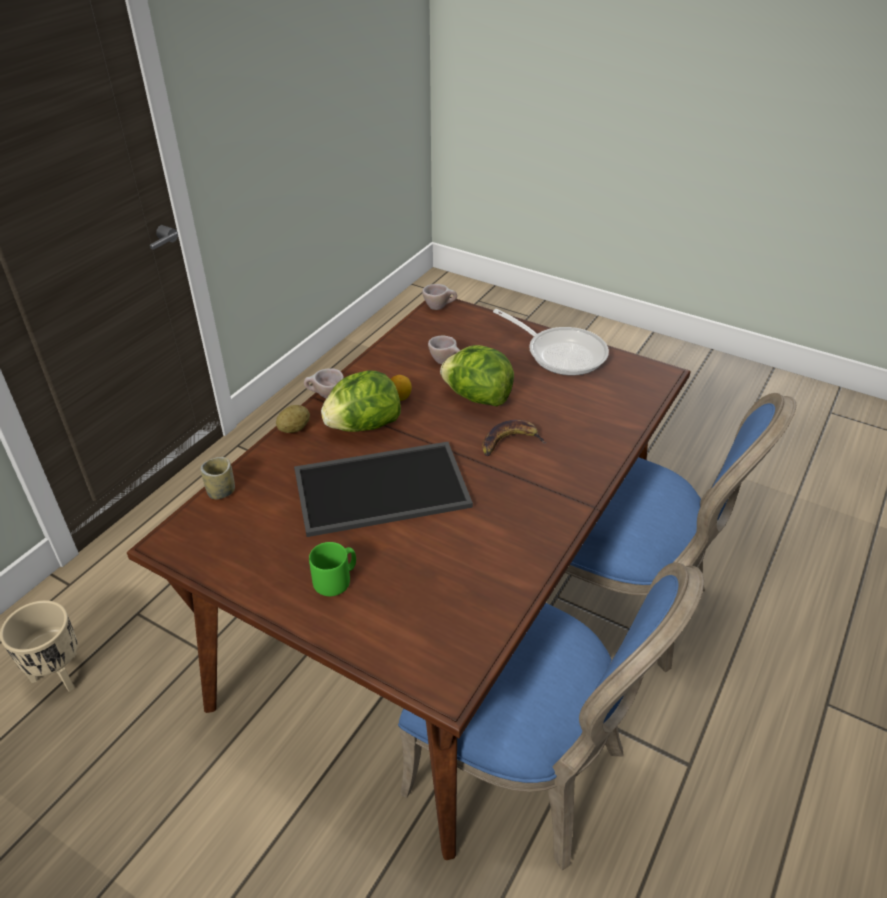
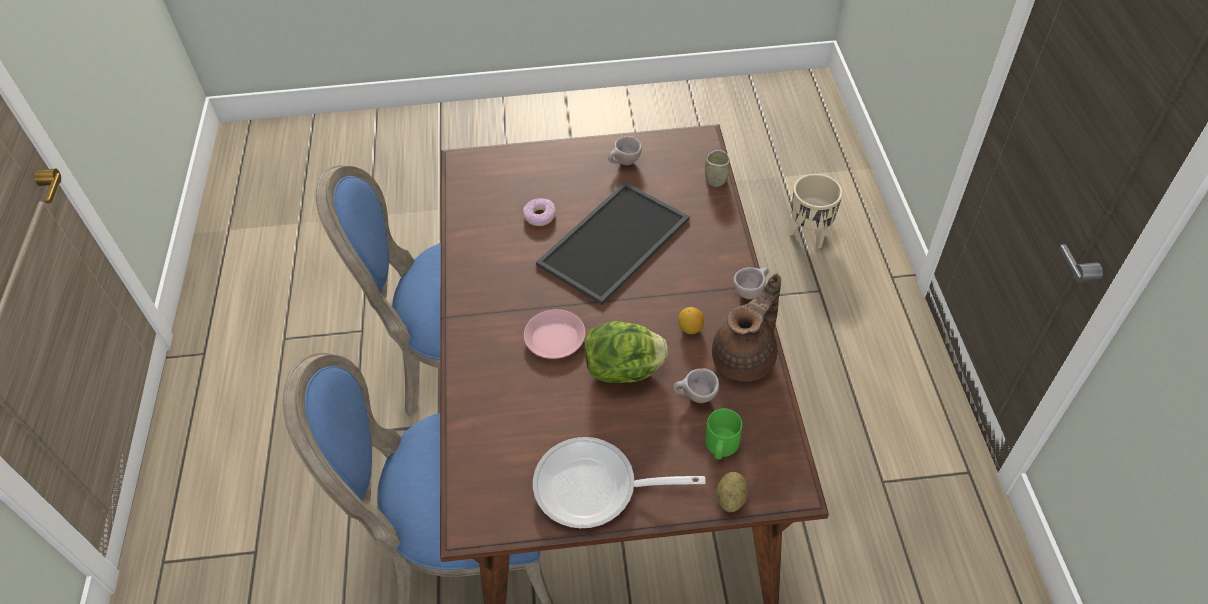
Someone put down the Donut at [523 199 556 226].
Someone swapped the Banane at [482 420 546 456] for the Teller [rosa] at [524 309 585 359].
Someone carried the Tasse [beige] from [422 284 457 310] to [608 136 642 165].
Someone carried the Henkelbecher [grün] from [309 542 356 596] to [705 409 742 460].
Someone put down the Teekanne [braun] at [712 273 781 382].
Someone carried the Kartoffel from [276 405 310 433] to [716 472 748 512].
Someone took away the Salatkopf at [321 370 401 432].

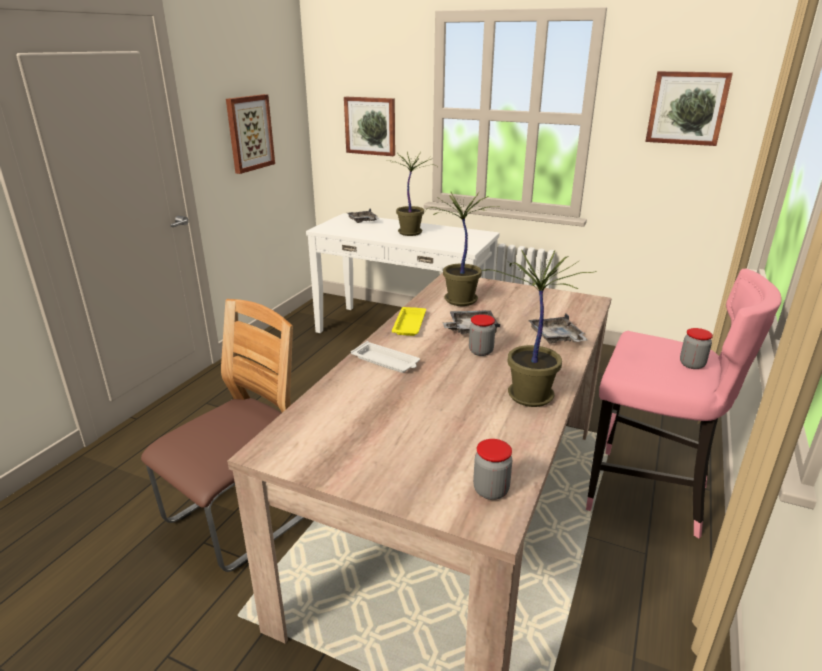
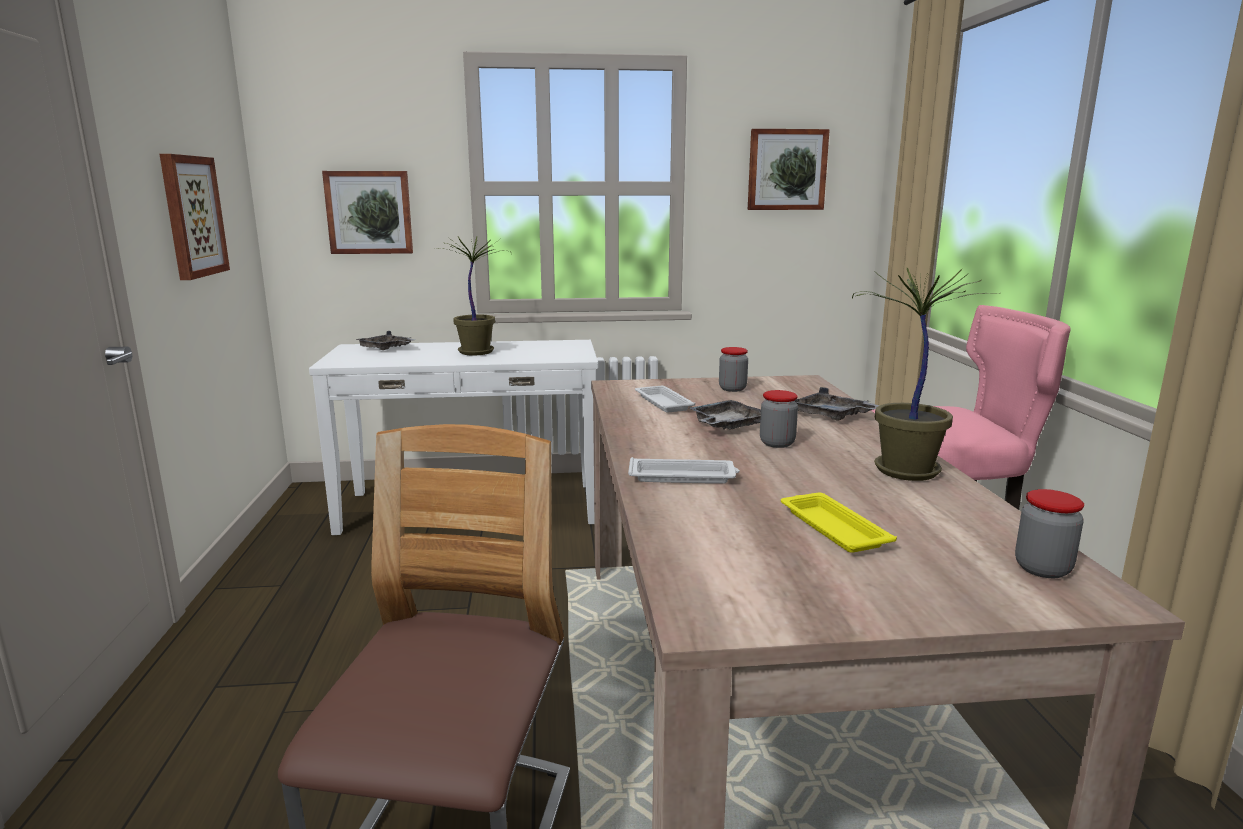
Someone swapped the Topfpflanze at [427 192 500 306] for the Tablett [weiß] at [635 386 695 413].
Someone carried the Vorratsglas from [680 328 713 369] to [719 347 748 392].
Someone carried the Tablett [gelb] from [392 307 426 336] to [781 493 897 553].

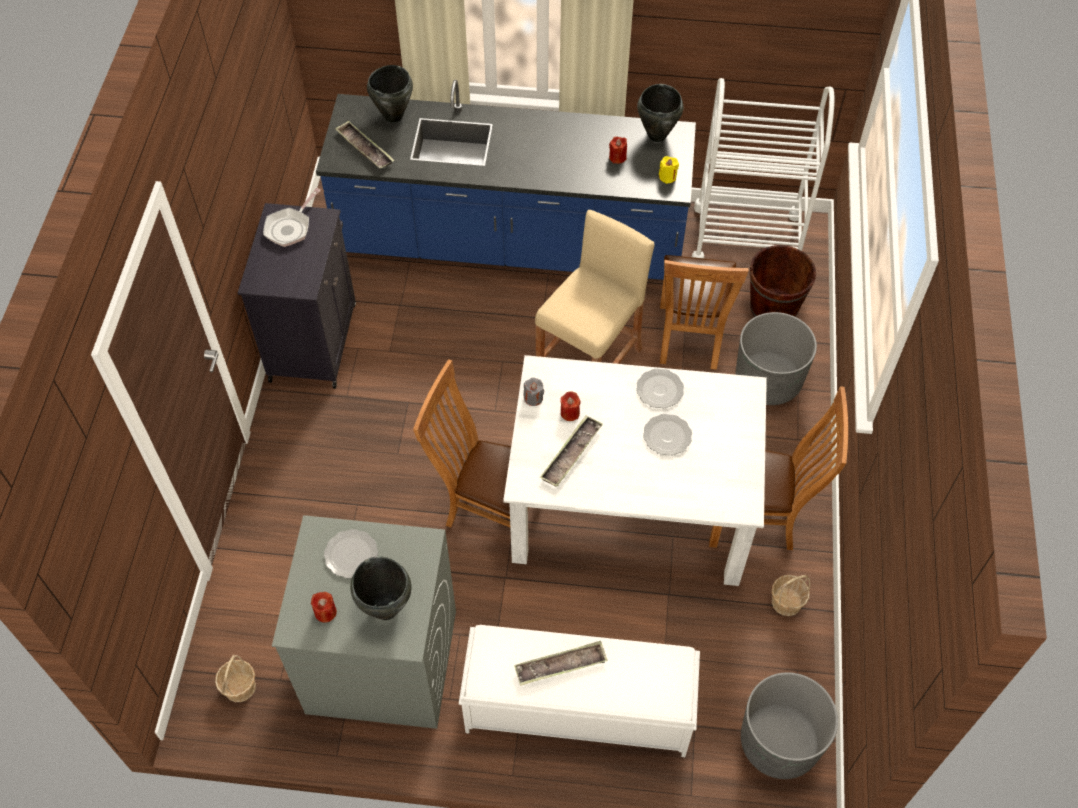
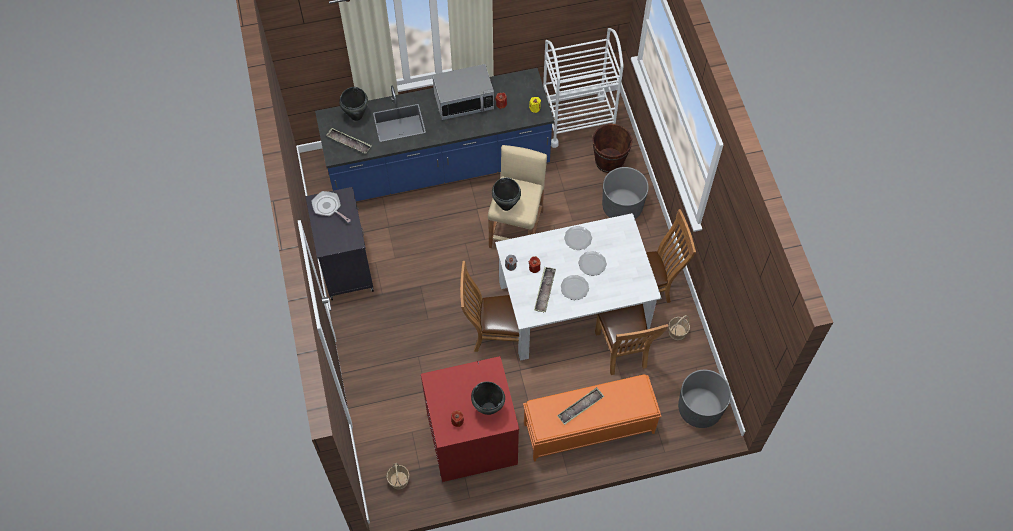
Someone rotated the Pfanne at [263 188 321 247] by 120 degrees clockwise.
Someone repainted the Waschmaschine [grau] at [272 515 456 729], which became the Waschmaschine [rot] at [421 356 519 482].
Someone put down the Mikrowelle at [432 64 494 120].
Someone carried the Kochtopf [schwarz] from [637 84 683 142] to [492 178 521 211].
Someone repainted the Bank [weiß] at [459 625 700 757], which became the Bank [orange] at [523 375 662 461].
Someone carried the Teller from [324 529 378 578] to [561 275 589 300].
Someone carried the Stuhl [braun] from [660 255 749 370] to [595 304 668 375].

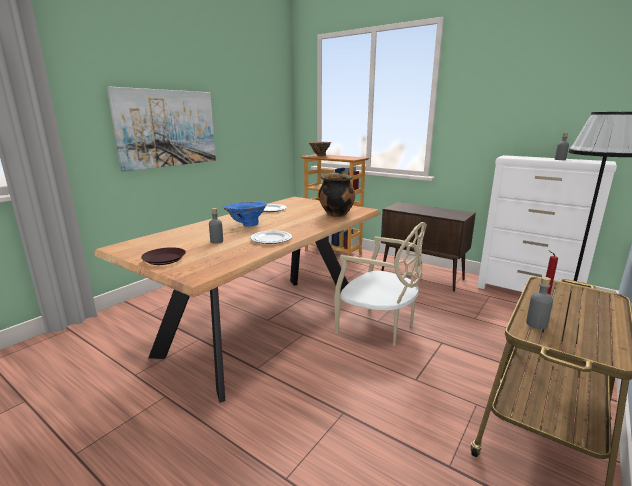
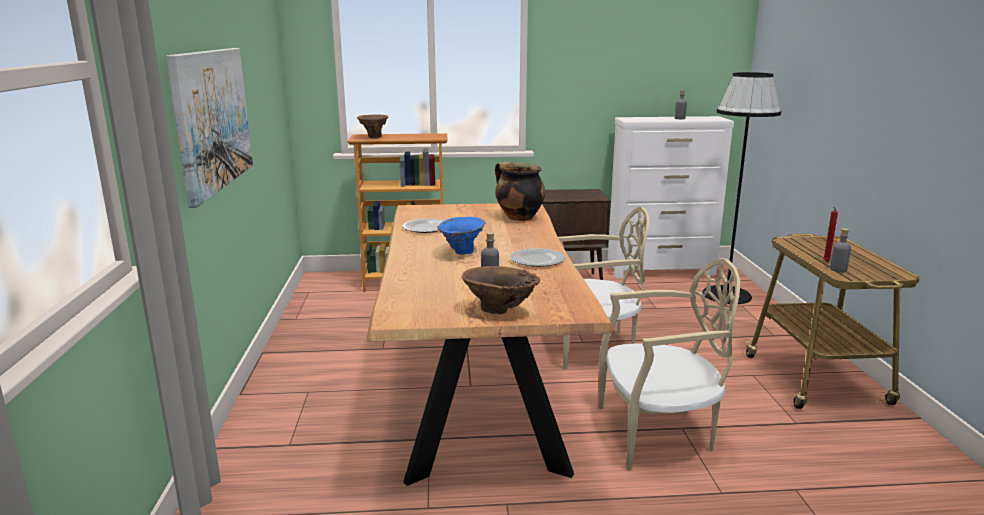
Someone swapped the Teller [braun] at [141 247 186 265] for the Vase [braun] at [462 266 540 314].
Someone put down the Stuhl [beige] at [598 258 741 470].

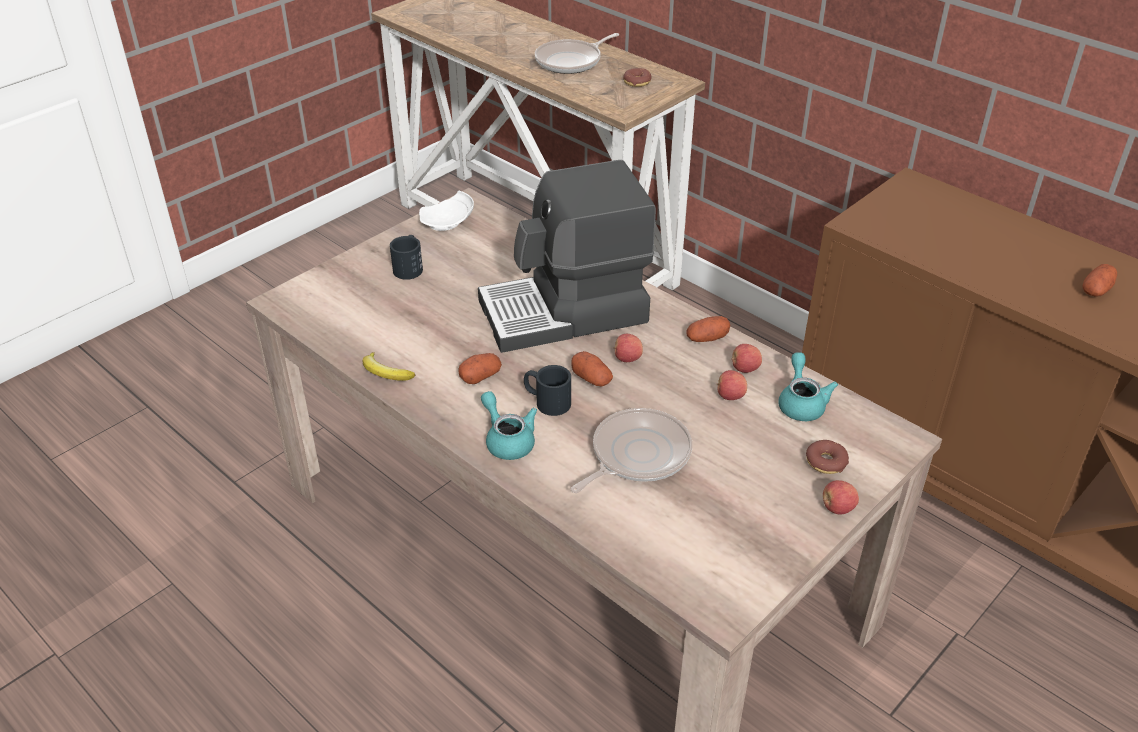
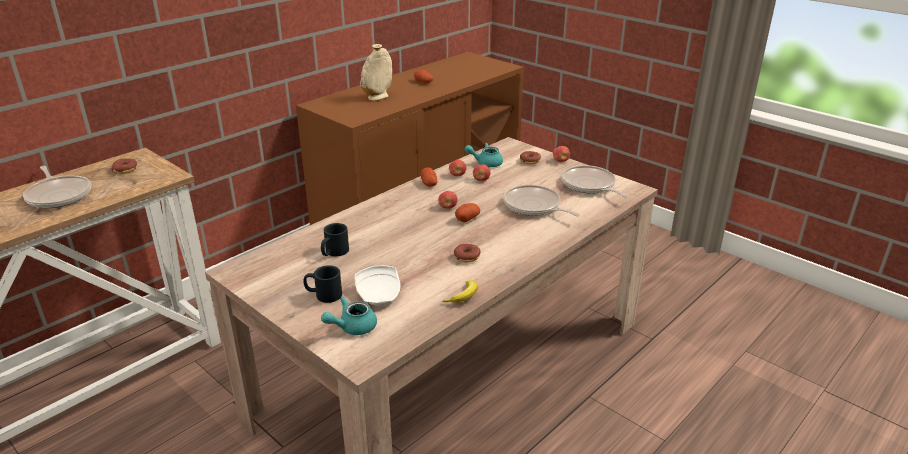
Someone carried the Henkelbecher [schwarz] from [524 365 571 416] to [321 223 349 256].
Someone carried the Teekanne [türkis] from [481 391 537 460] to [321 297 377 335].
Someone carried the Teller [weiß] from [419 191 474 231] to [354 265 400 306].
Someone put down the Vase [beige] at [360 44 392 101].
Someone swapped the Kartoffel at [459 353 502 384] for the Donut at [454 244 480 262].
Someone put down the Pfanne at [562 165 628 197].
Someone took away the Kaffeemaschine at [478 160 656 353].

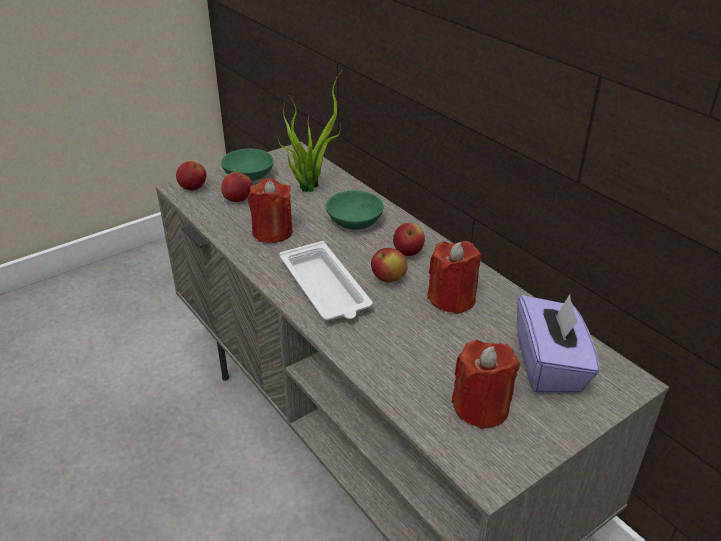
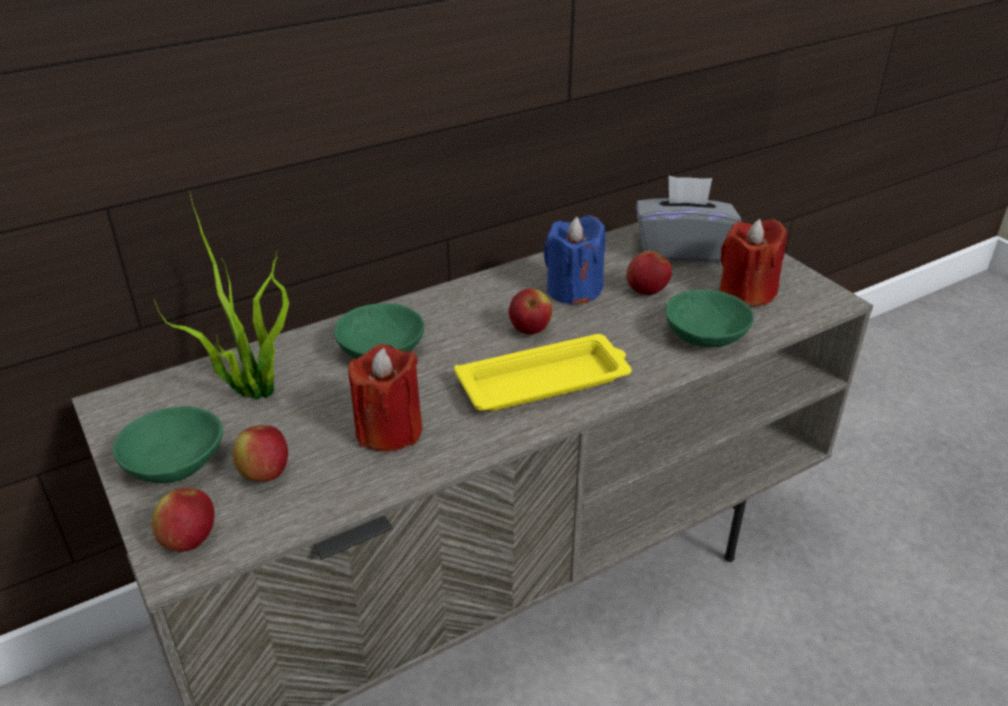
Someone repainted the Tablett [weiß] at [279 241 373 320], which became the Tablett [gelb] at [454 334 631 411].
Someone repainted the Kerze [rot] at [427 241 481 314], which became the Kerze [blau] at [543 215 606 306].
Someone carried the Apfel from [393 223 425 256] to [626 251 672 295].
Someone repainted the Taschentuchbox [lila] at [517 294 600 393], which became the Taschentuchbox [grau] at [636 176 741 263].
Someone put down the Schüssel [grün] at [666 290 754 347].

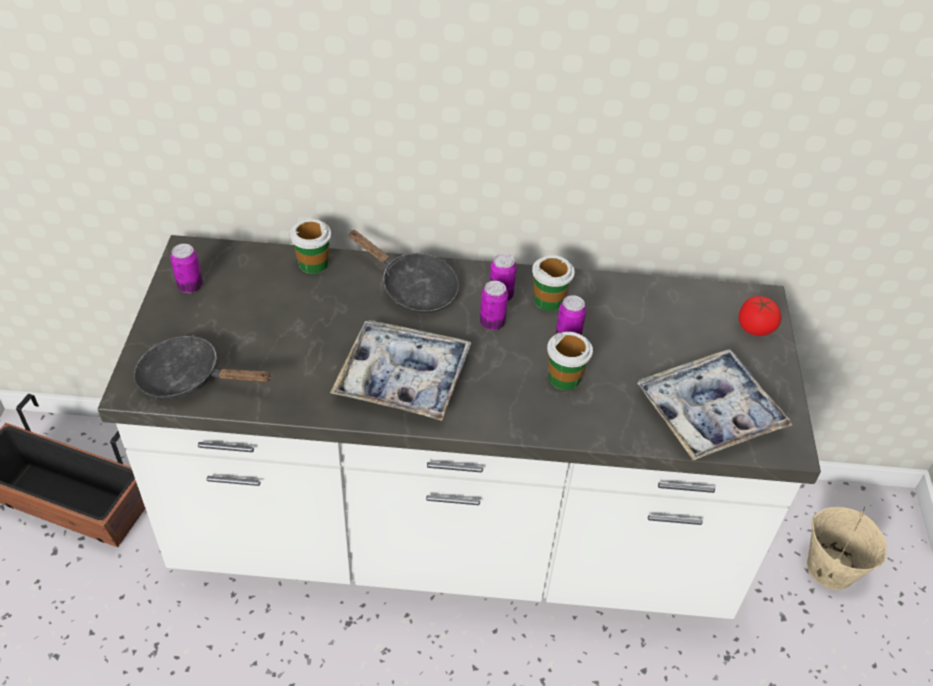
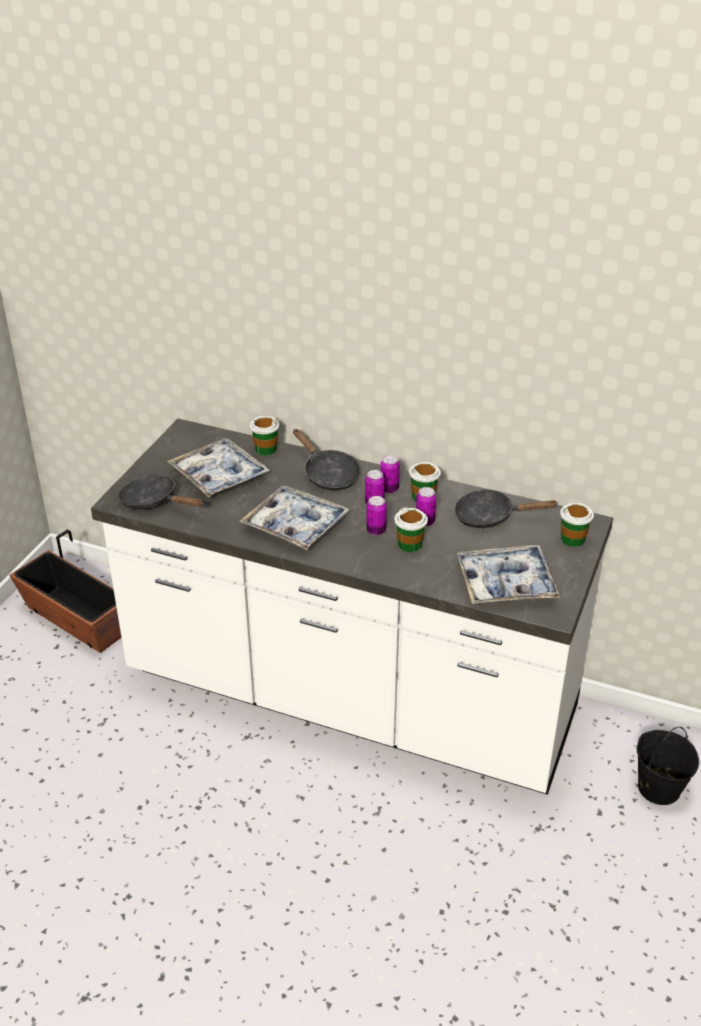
Someone put down the Tablett at [167 438 270 497].
Someone carried the Dose from [170 244 203 293] to [366 496 387 535].
Someone put down the Pfanne [schwarz] at [454 489 556 528].
Someone swapped the Tomate at [739 296 781 336] for the Tasse at [560 503 594 547].
Someone repainted the Eimer [beige] at [807 506 887 590], which became the Eimer [schwarz] at [637 727 699 805].

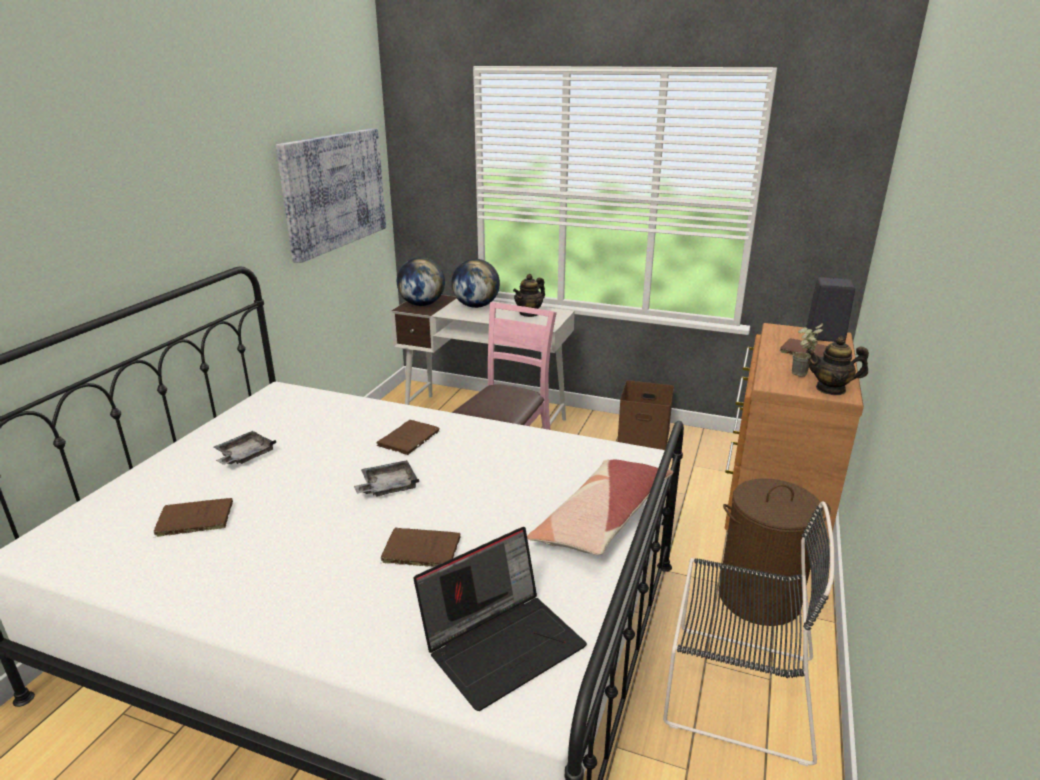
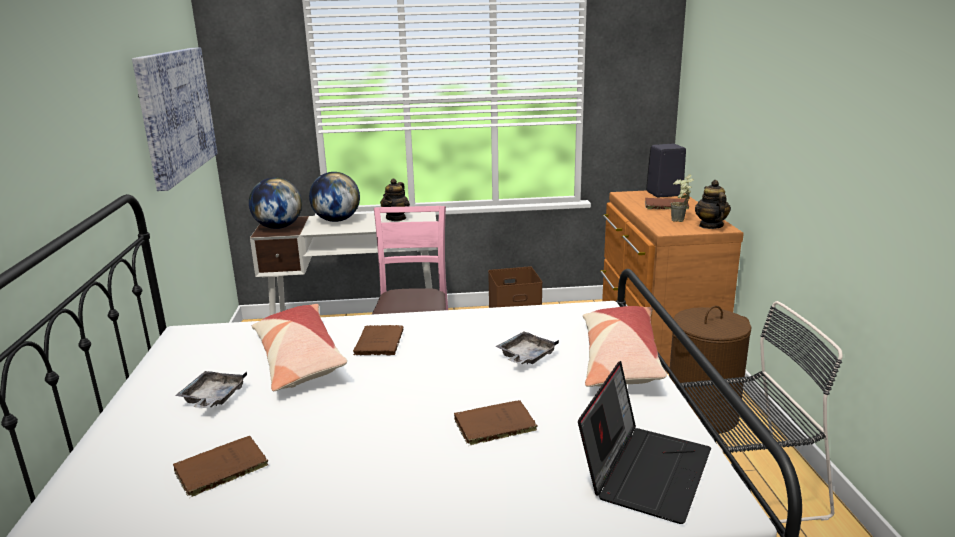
Someone put down the Kissen at [252 304 347 391].
Someone carried the Tablett [grau] from [354 460 419 496] to [495 332 559 364].
Someone rotated the Teekanne at [806 337 869 395] by 105 degrees clockwise.

